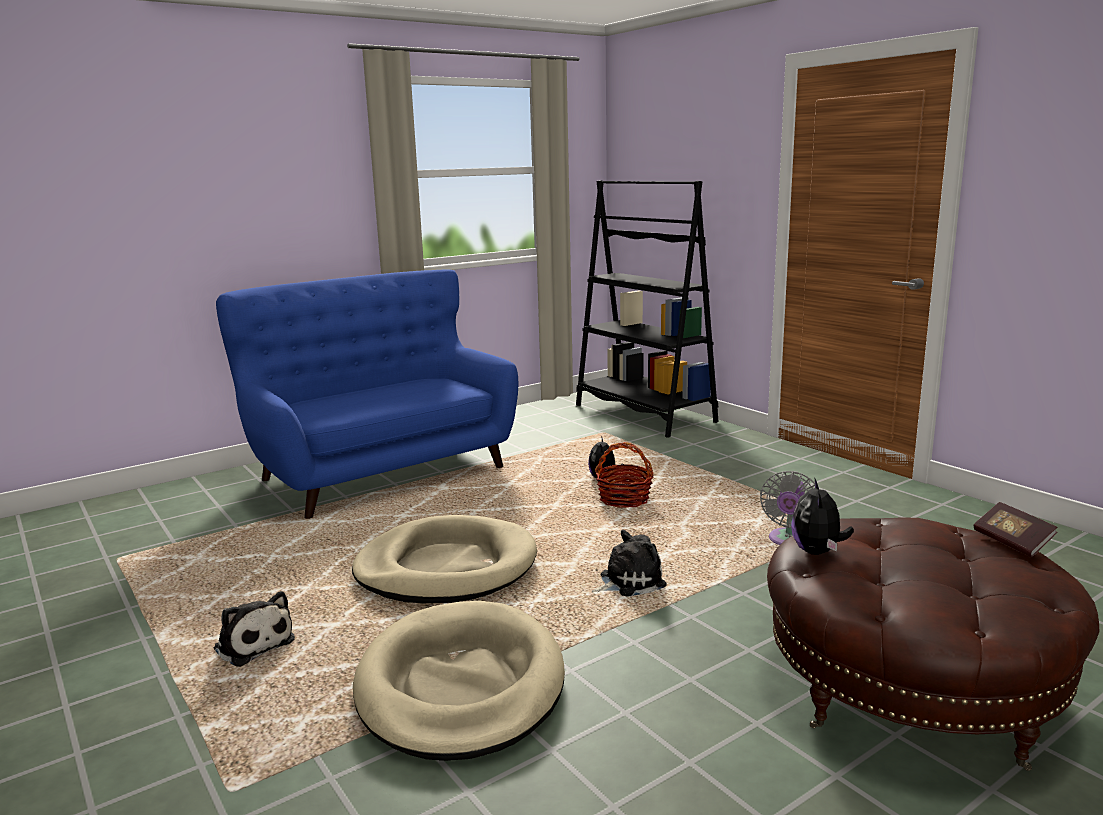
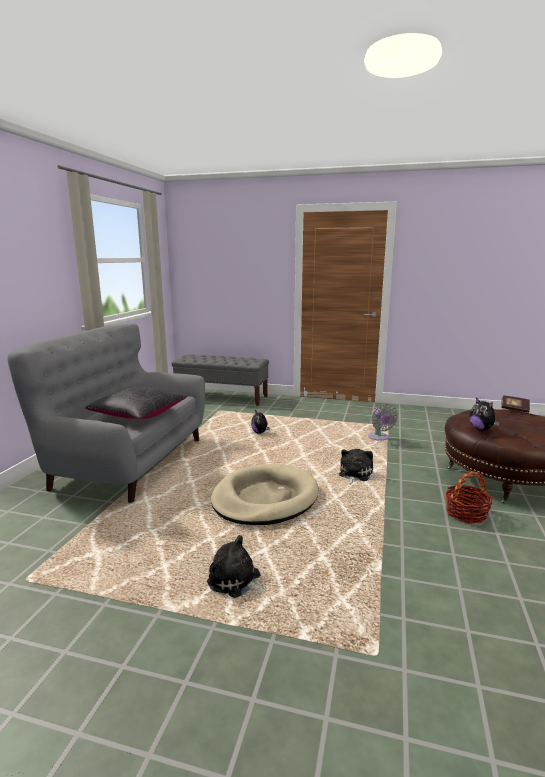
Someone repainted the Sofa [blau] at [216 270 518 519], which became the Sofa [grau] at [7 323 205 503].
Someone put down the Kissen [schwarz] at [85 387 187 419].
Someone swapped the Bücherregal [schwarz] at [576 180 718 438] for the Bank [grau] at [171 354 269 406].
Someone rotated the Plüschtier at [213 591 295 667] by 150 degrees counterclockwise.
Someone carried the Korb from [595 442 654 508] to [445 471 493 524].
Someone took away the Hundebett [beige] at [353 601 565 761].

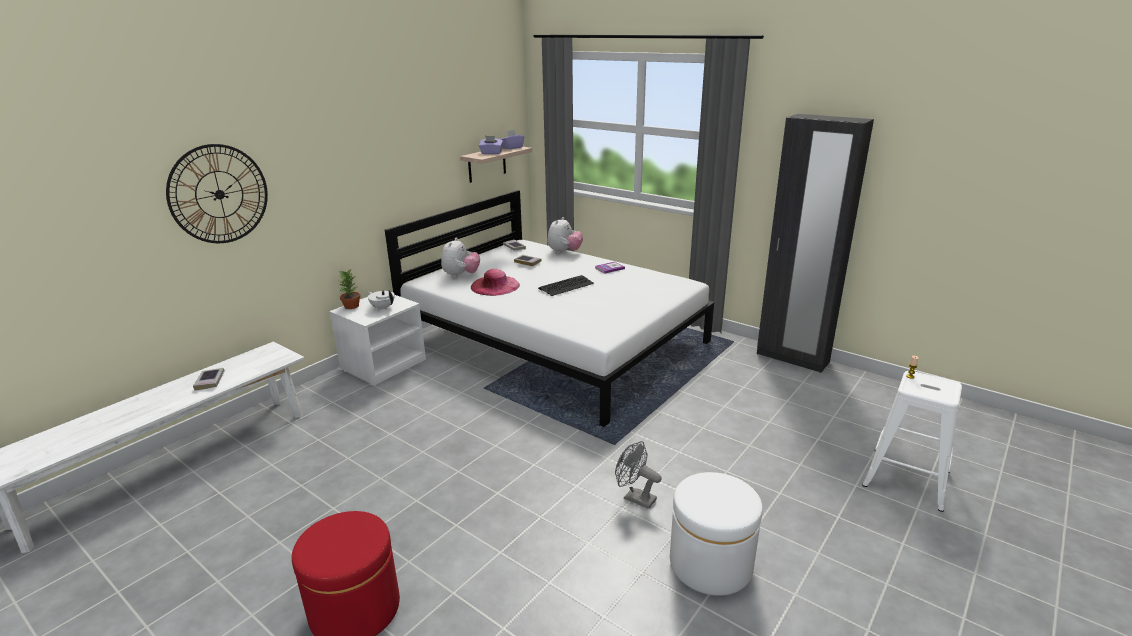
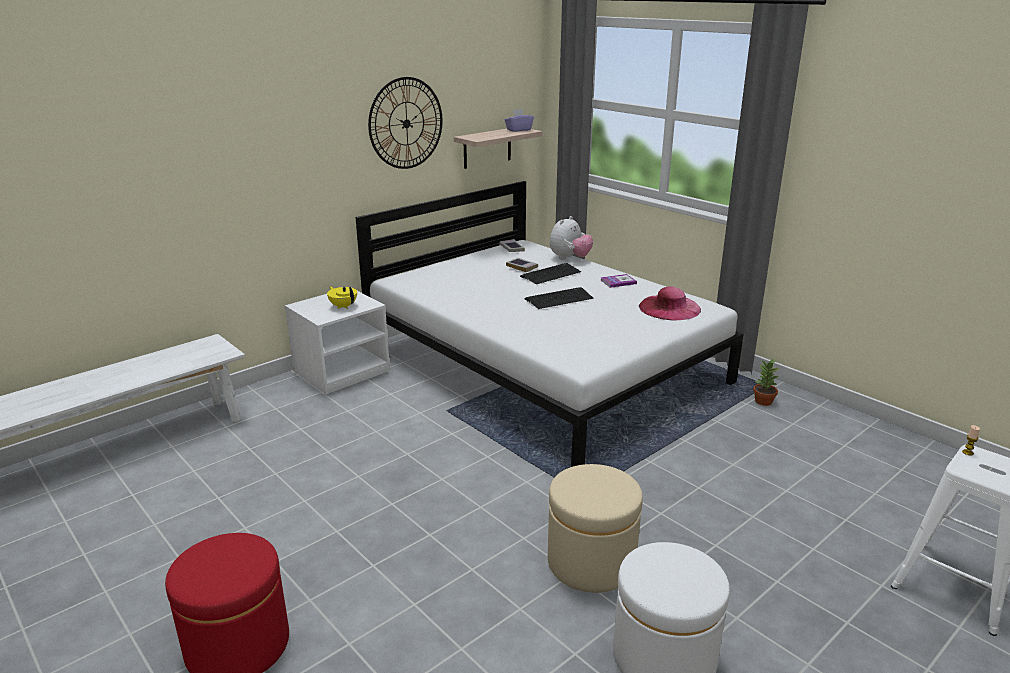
Someone repainted the Teekanne [weiß] at [368 290 394 310], which became the Teekanne [gelb] at [327 286 357 309].
Someone carried the Wanduhr from [166 144 268 243] to [368 77 442 169].
Someone put down the Tastatur at [520 263 581 284].
Someone swapped the Ventilator [grau] at [615 441 662 509] for the Polsterhocker [beige] at [548 464 643 593].
Someone carried the Hut [rosa] from [471 269 520 296] to [639 286 701 320].
Someone carried the Topfpflanze from [338 268 360 309] to [753 359 779 406].
Someone took away the Buch at [193 368 225 391].
Someone took away the Plüschtier at [441 238 480 278].
Someone took away the Taschentuchbox [lila] at [479 136 503 154].
Someone took away the Kleiderschrank [schwarz] at [757 114 874 373].

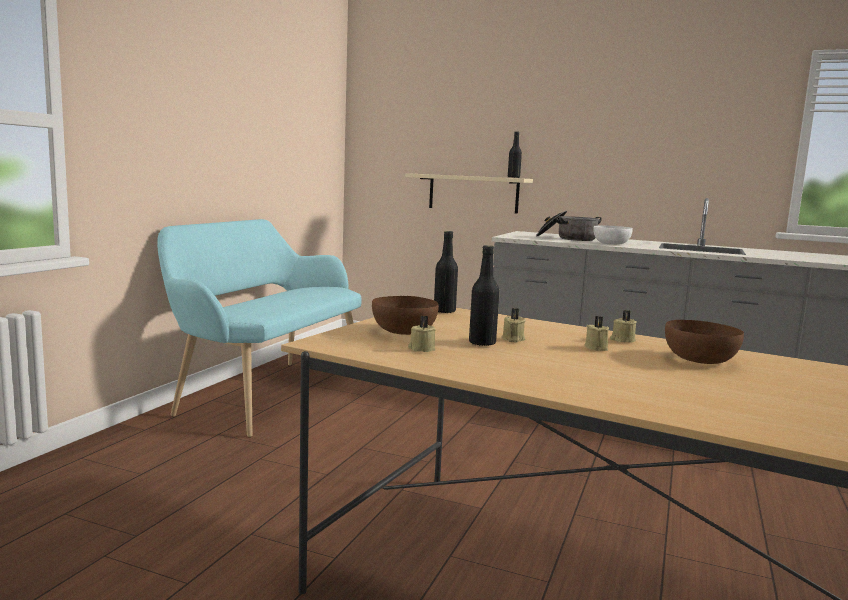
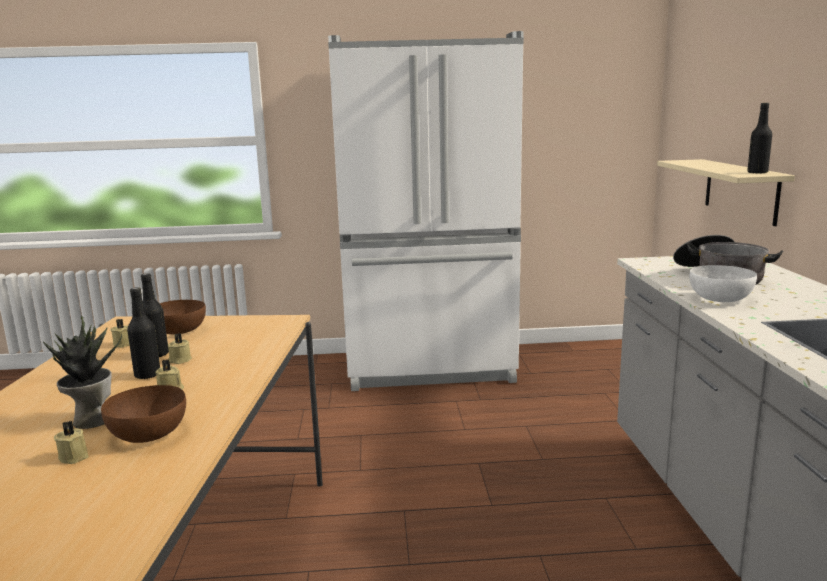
Someone put down the Topfpflanze at [43 316 122 429].
Someone carried the Kerze [beige] from [610 310 637 343] to [54 421 89 464].
Someone carried the Flasche [schwarz] from [434 231 458 313] to [127 287 160 379].
Someone swapped the Bank [türkis] at [157 219 361 437] for the Kühlschrank [weiß] at [328 31 524 391].

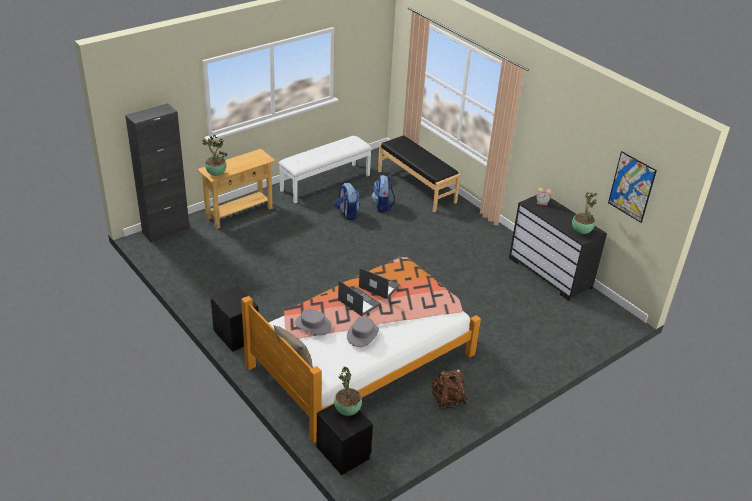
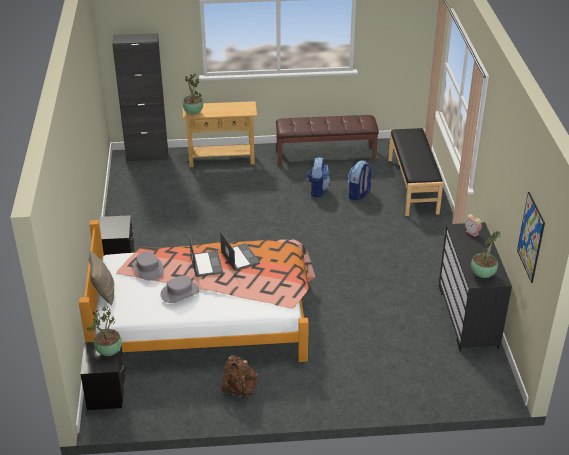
Someone repainted the Bank [weiß] at [278 136 372 203], which became the Bank [braun] at [276 115 379 166].

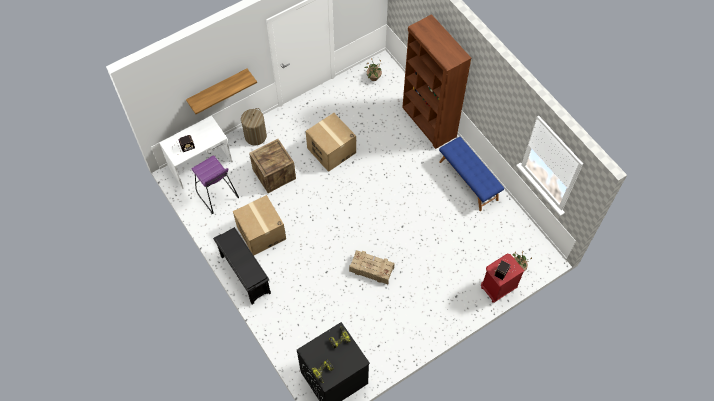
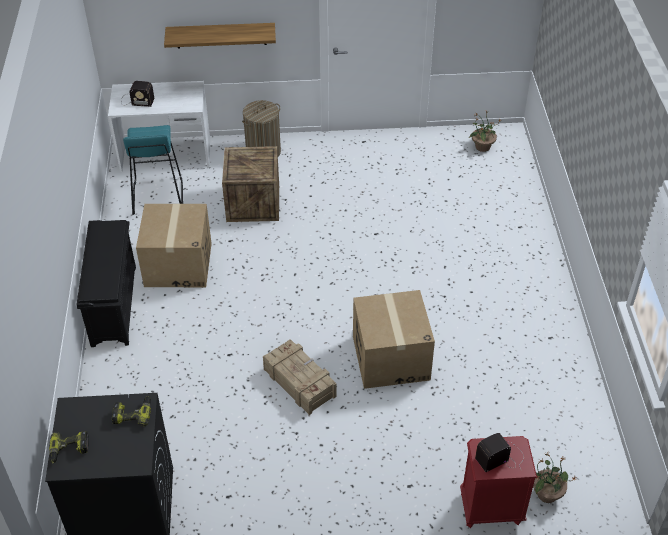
Someone repainted the Hocker [lila] at [192 155 239 214], which became the Hocker [türkis] at [123 125 183 215].
Someone carried the Karton from [306 113 356 172] to [353 290 435 389].
Someone took away the Bücherregal [braun] at [402 14 471 149].
Someone took away the Bank [blau] at [439 137 504 211].

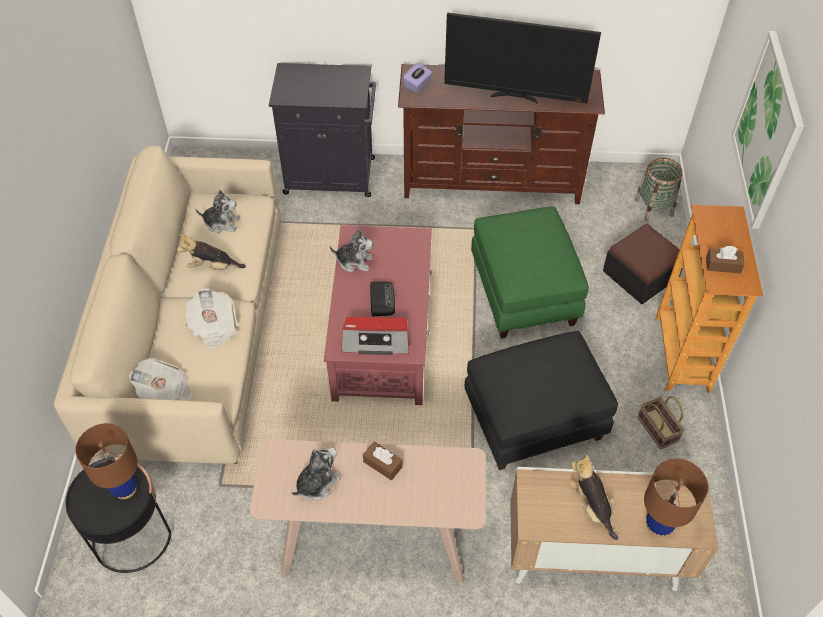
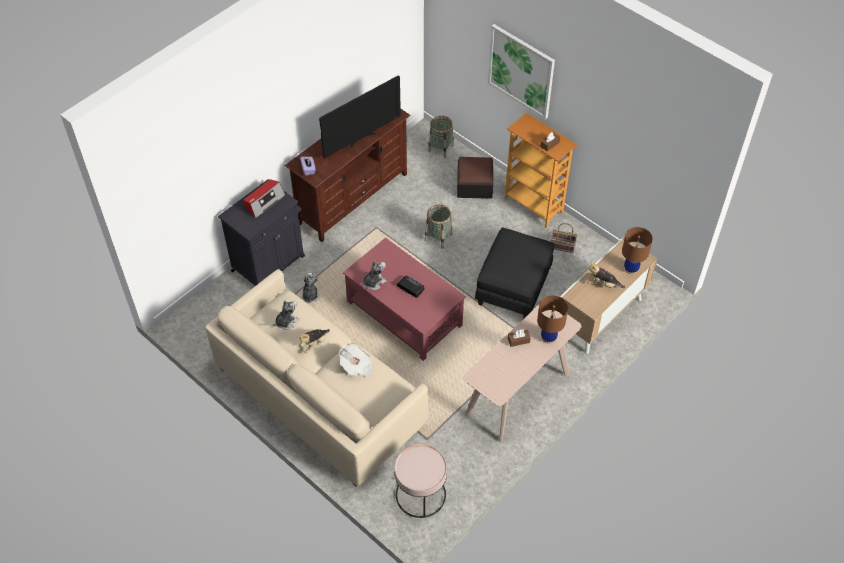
Someone carried the Radio from [341 317 409 355] to [244 179 285 218].
Someone carried the Plüschtier from [292 447 341 500] to [301 273 320 303].
Someone repainted the Beistelltisch [schwarz] at [66 457 171 573], which became the Beistelltisch [rosa] at [395 444 447 518].
Someone swapped the Polsterhocker [grün] at [471 206 589 339] for the Korb at [424 205 453 249].
Someone carried the Tischlampe [braun] from [75 423 138 499] to [537 296 568 344].
Someone took away the Zeitung at [129 358 192 400].

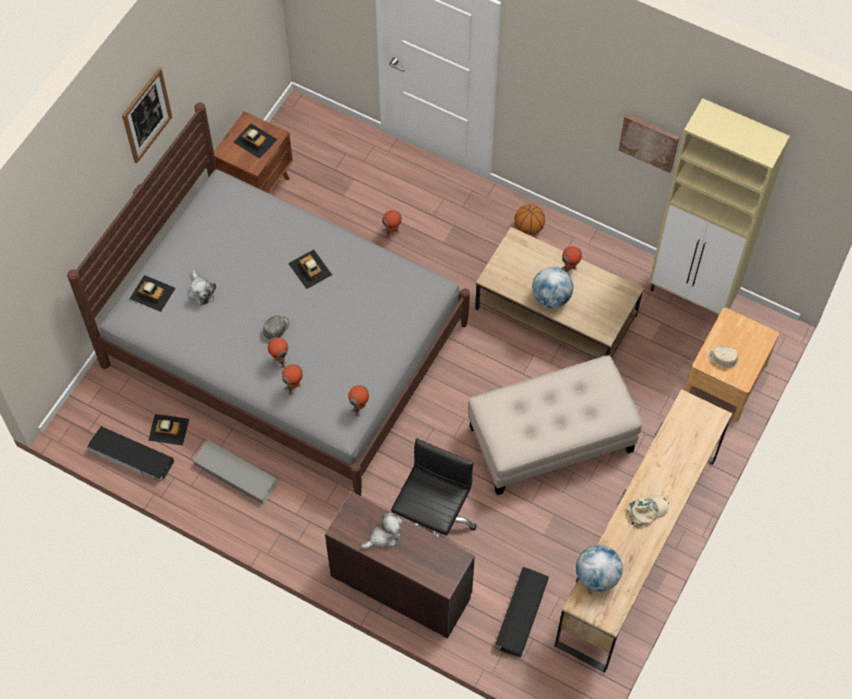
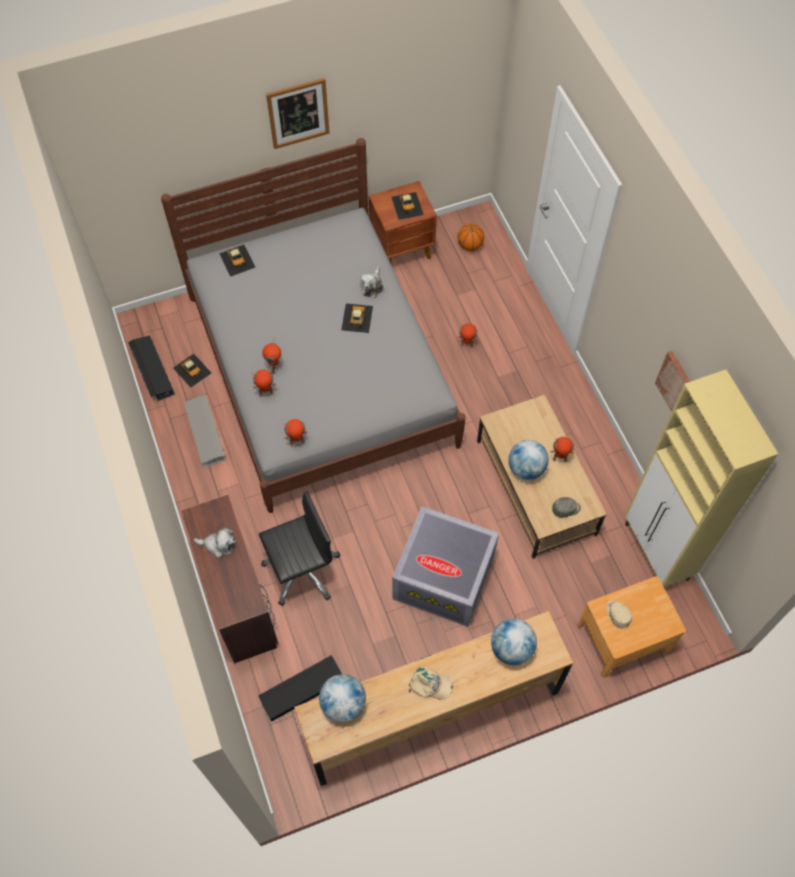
Someone carried the Plüschtier from [189 269 216 305] to [360 267 383 298].
Someone swapped the Polsterhocker [beige] at [469 355 642 495] for the Aufbewahrungsbox [grau] at [392 506 499 627].
Someone carried the Basketball from [514 204 545 235] to [457 224 484 251].
Someone put down the Globus at [491 619 537 665].
Someone carried the Kappe [grau] from [263 315 290 340] to [552 497 581 518].

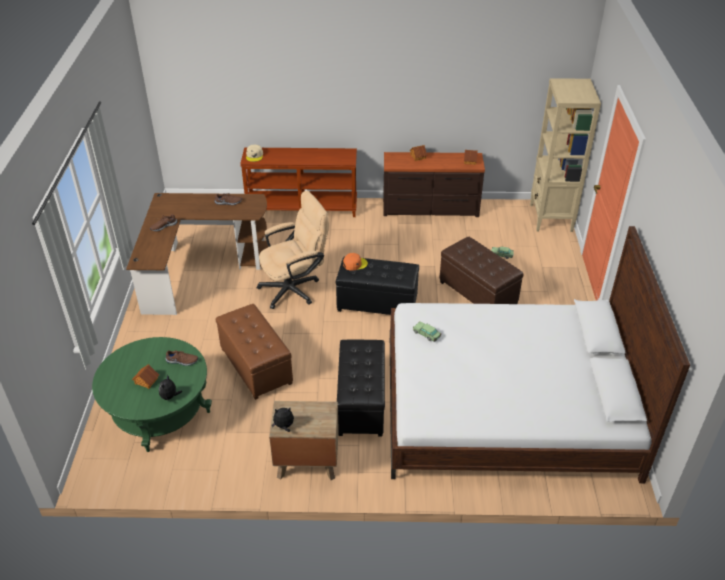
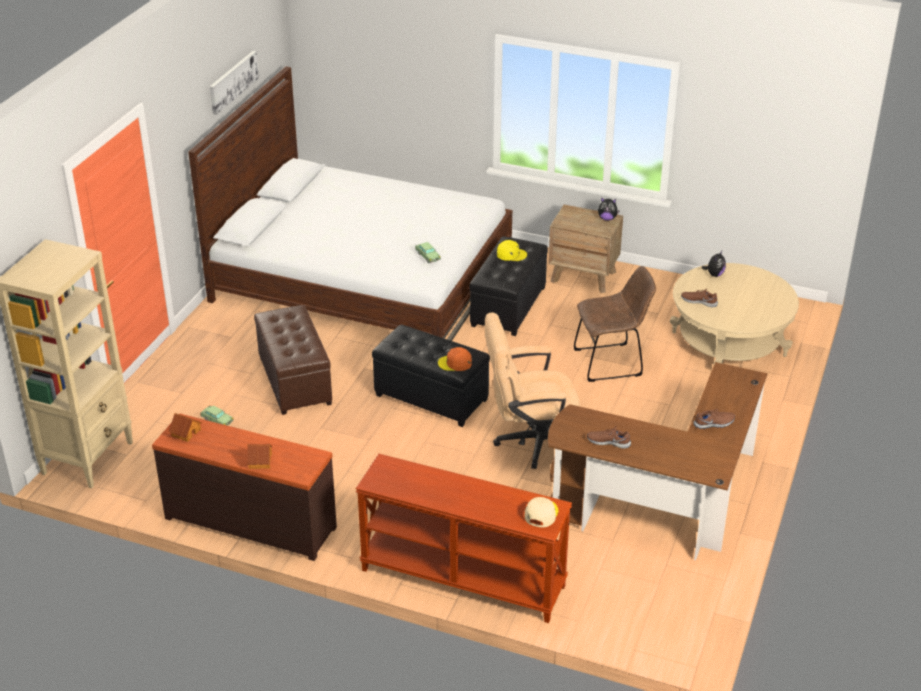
Someone put up the Bild at [210 51 259 115].
Someone put down the Kappe [gelb] at [497 240 527 261].
Someone swapped the Polsterhocker [braun] at [216 304 293 400] for the Stuhl [braun] at [574 266 656 382].
Someone repainted the Couchtisch [grün] at [92 337 212 452], which became the Couchtisch [beige] at [670 263 799 364].
Someone took away the Spielzeughaus at [132 364 159 389].

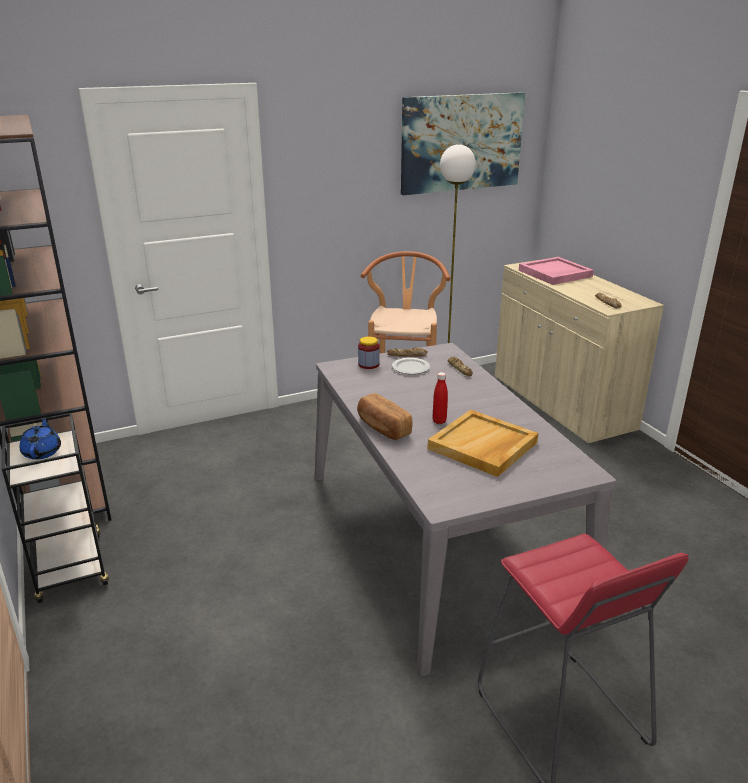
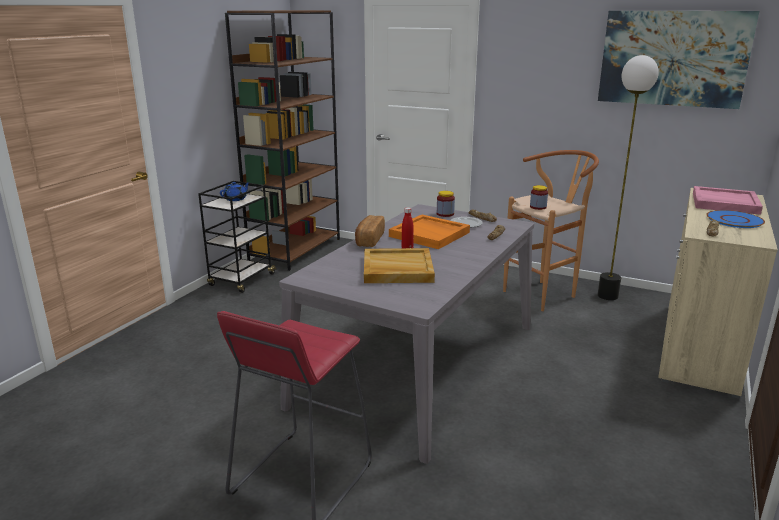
Someone put down the Tablett [orange] at [389 215 470 249].
Someone put down the Vorratsglas at [530 185 548 210].
Someone put down the Teller [blau] at [706 210 765 228].

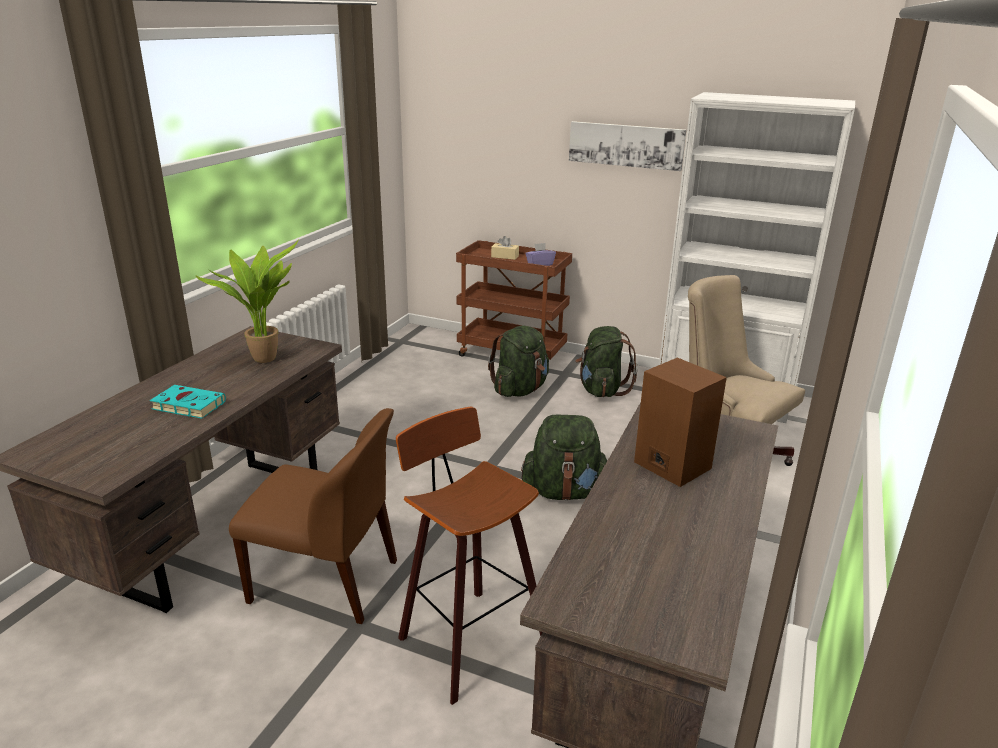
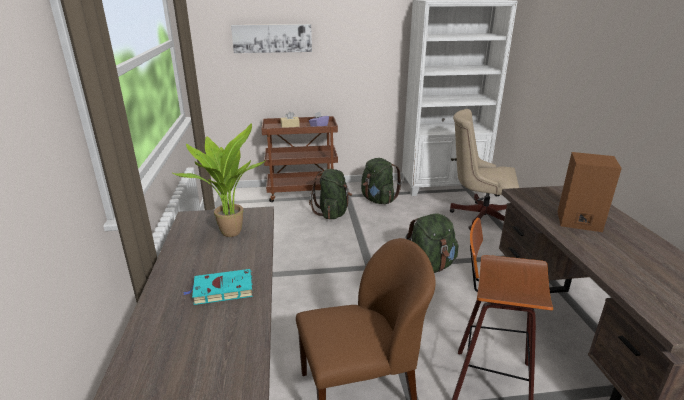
Someone carried the Bild from [569 121 686 171] to [231 24 312 53].

